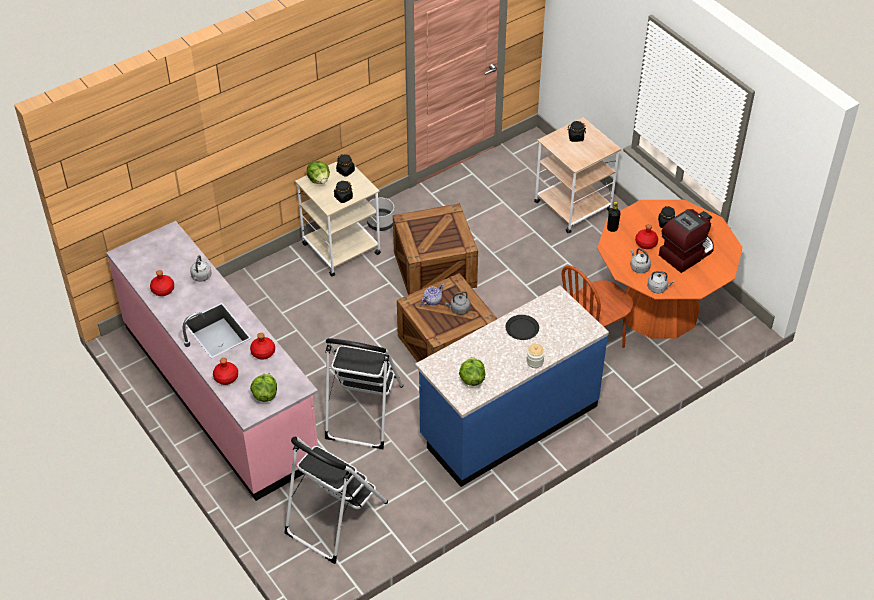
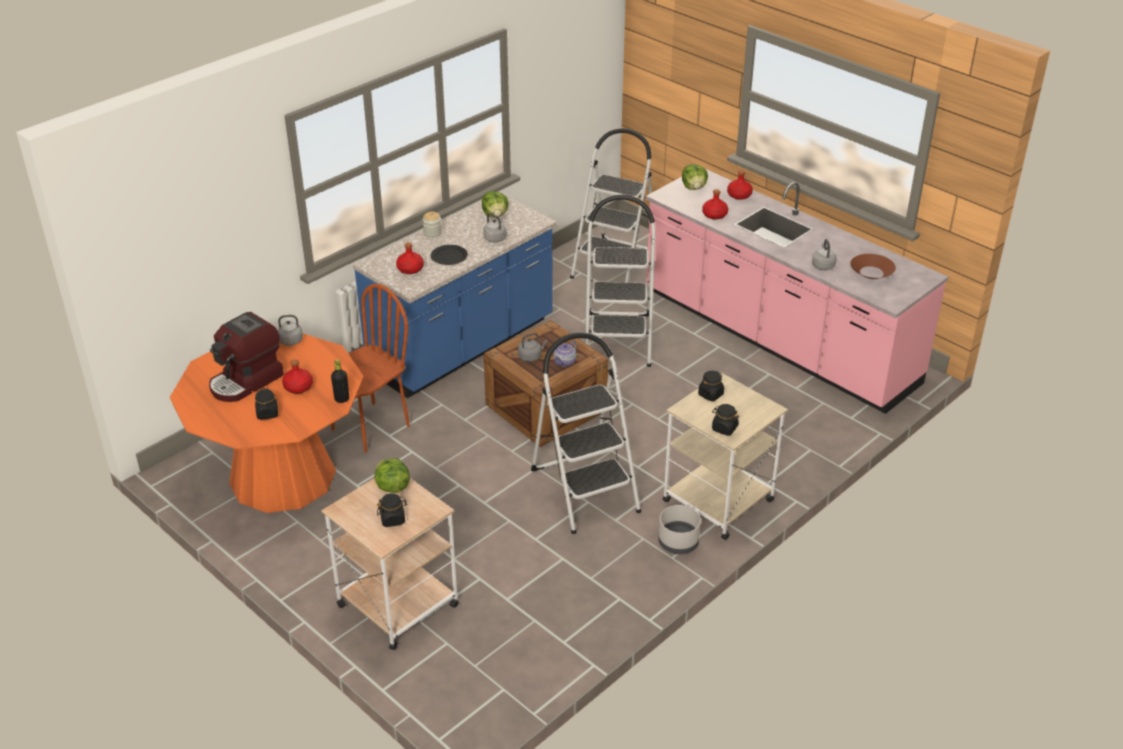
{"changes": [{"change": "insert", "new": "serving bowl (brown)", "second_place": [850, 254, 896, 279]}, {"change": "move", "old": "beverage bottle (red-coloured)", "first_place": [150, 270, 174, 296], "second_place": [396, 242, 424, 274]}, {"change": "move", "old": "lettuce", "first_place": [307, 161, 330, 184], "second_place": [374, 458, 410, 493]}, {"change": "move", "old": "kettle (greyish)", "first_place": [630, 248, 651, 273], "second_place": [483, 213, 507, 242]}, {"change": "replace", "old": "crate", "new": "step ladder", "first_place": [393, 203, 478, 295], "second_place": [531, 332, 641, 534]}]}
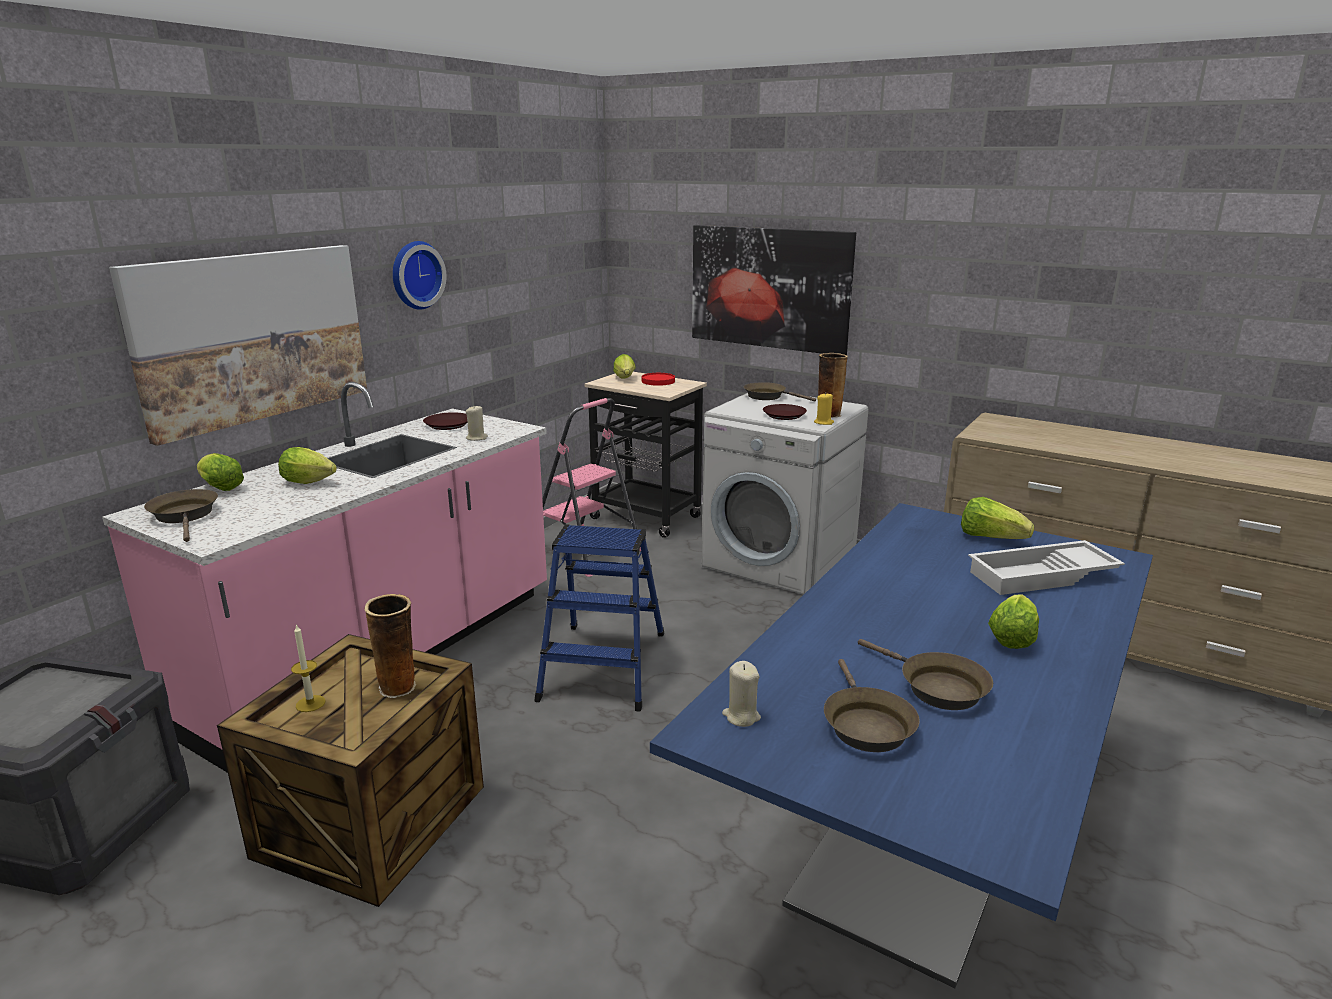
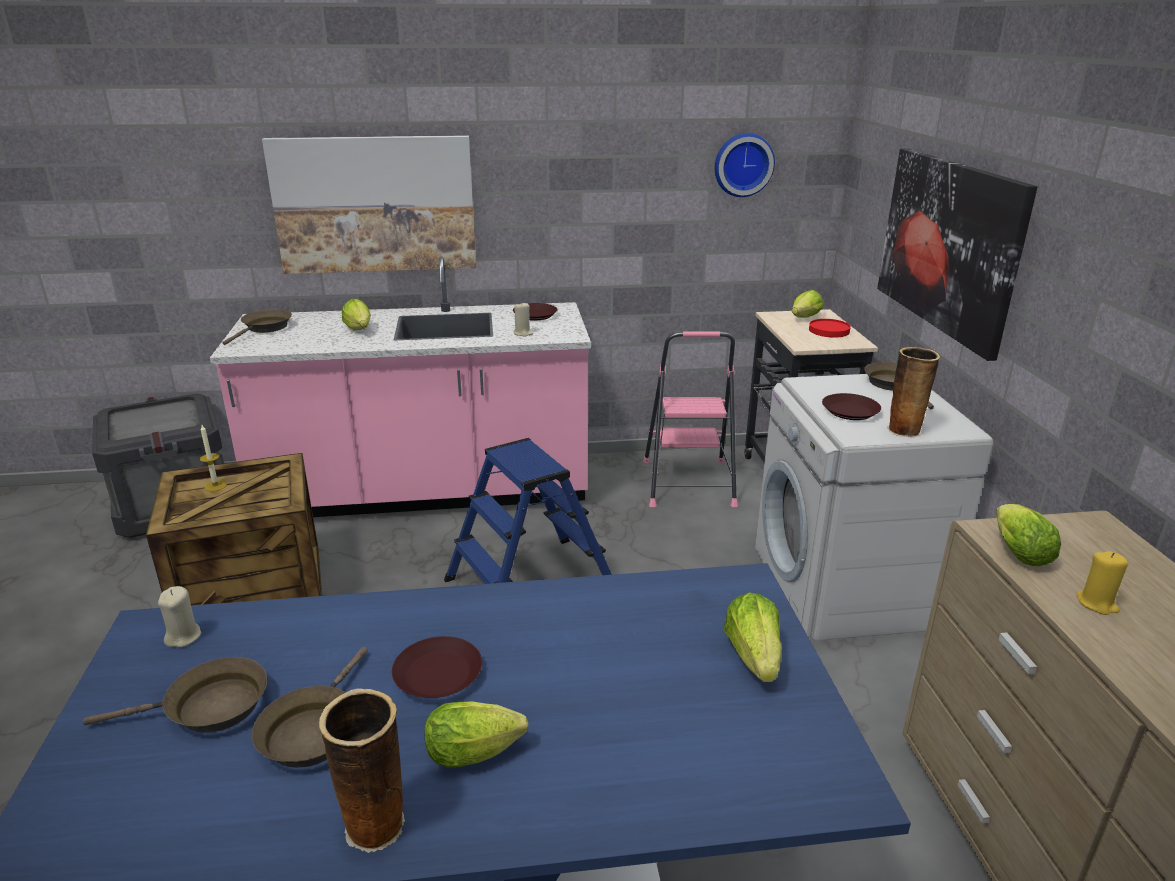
{"changes": [{"change": "delete", "old": "carrying tray (white)", "first_place": [968, 540, 1125, 595]}, {"change": "insert", "new": "plate (brown)", "second_place": [392, 636, 482, 698]}, {"change": "move", "old": "lettuce", "first_place": [197, 453, 244, 491], "second_place": [996, 504, 1061, 566]}, {"change": "move", "old": "decorative vase", "first_place": [365, 594, 416, 698], "second_place": [319, 688, 405, 853]}, {"change": "move", "old": "hanging clock", "first_place": [393, 241, 446, 310], "second_place": [715, 133, 775, 197]}, {"change": "move", "old": "wax candle (yellow)", "first_place": [814, 393, 834, 425], "second_place": [1076, 551, 1128, 615]}, {"change": "rotate", "old": "pan (brown)", "first_place": [824, 659, 920, 752], "second_place": [83, 657, 267, 733], "degrees": -150}]}
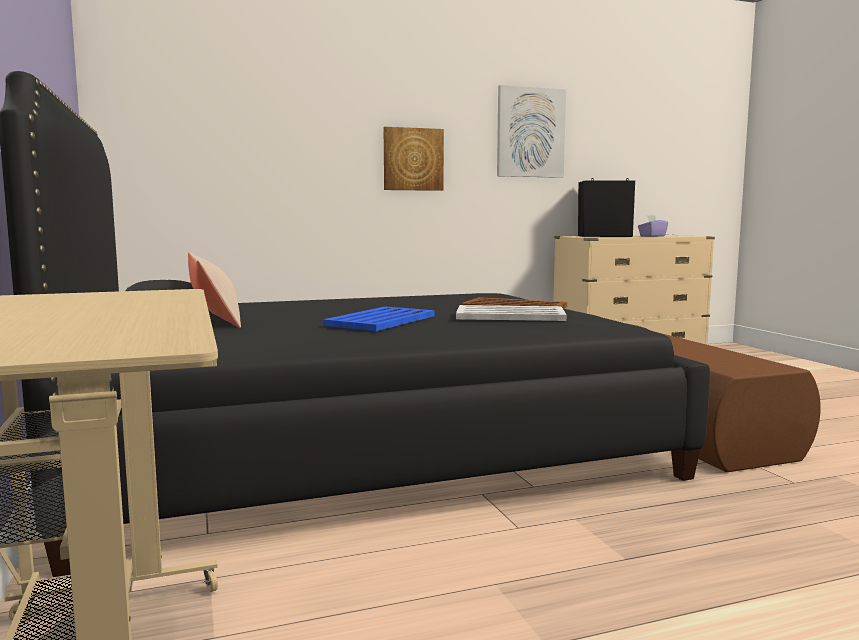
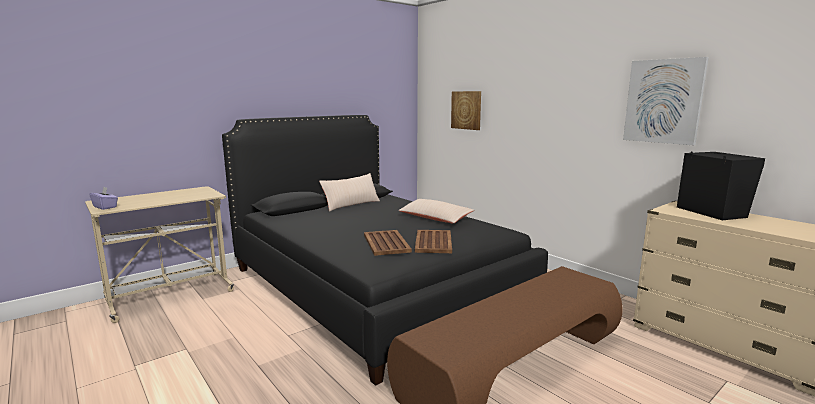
{"changes": [{"change": "delete", "old": "carrying tray (bluish)", "first_place": [323, 307, 434, 331]}, {"change": "insert", "new": "cushion (sand-coloured)", "second_place": [399, 199, 474, 223]}, {"change": "move", "old": "wall picture", "first_place": [384, 127, 444, 191], "second_place": [451, 91, 481, 130]}, {"change": "move", "old": "box of tissues (purple-coloured)", "first_place": [638, 215, 668, 237], "second_place": [89, 187, 118, 210]}, {"change": "recolor", "old": "carrying tray (white)", "new": "carrying tray (brown)", "first_place": [456, 305, 567, 321], "second_place": [364, 230, 412, 256]}]}
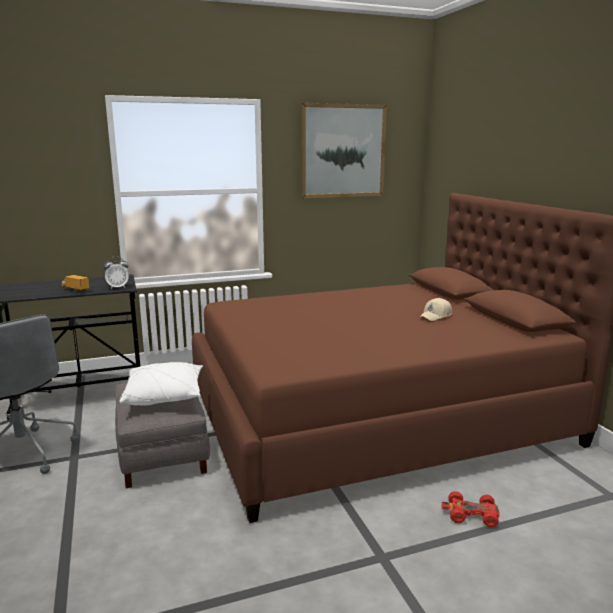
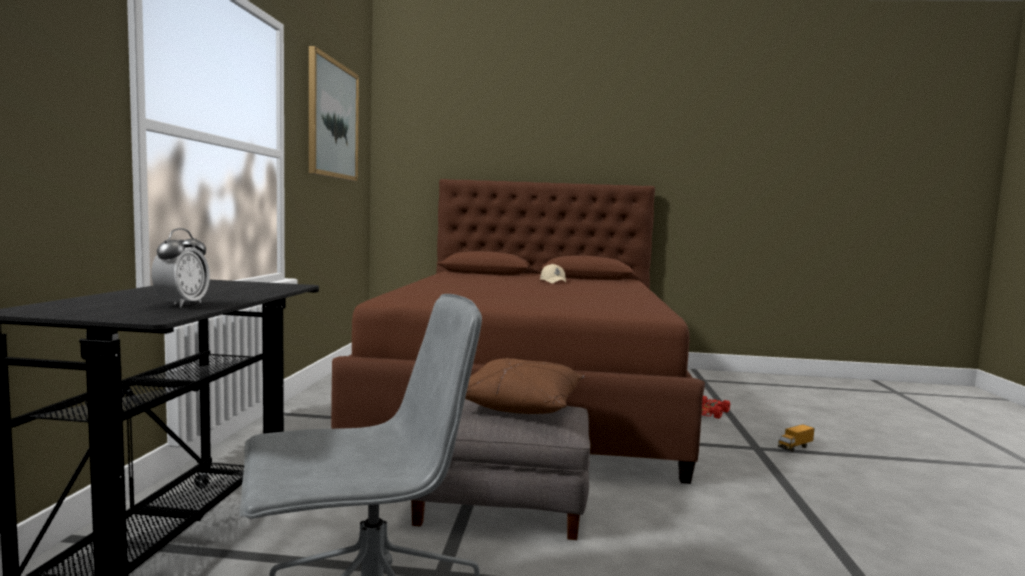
{"changes": [{"change": "move", "old": "model truck", "first_place": [61, 275, 90, 293], "second_place": [778, 424, 814, 452]}, {"change": "move", "old": "bedside clock", "first_place": [103, 257, 129, 289], "second_place": [151, 228, 210, 308]}, {"change": "recolor", "old": "cushion (white)", "new": "cushion (brown)", "first_place": [119, 362, 203, 405], "second_place": [465, 358, 585, 414]}]}
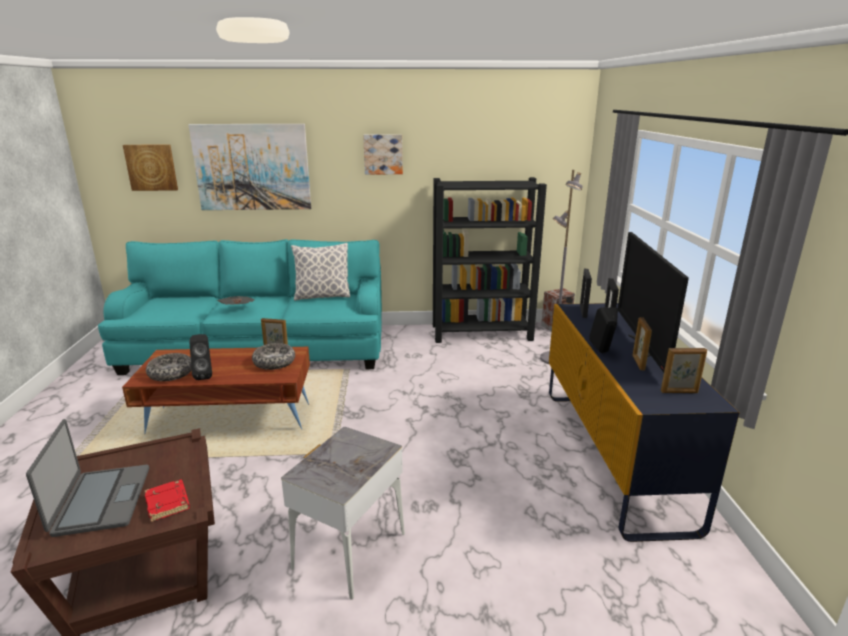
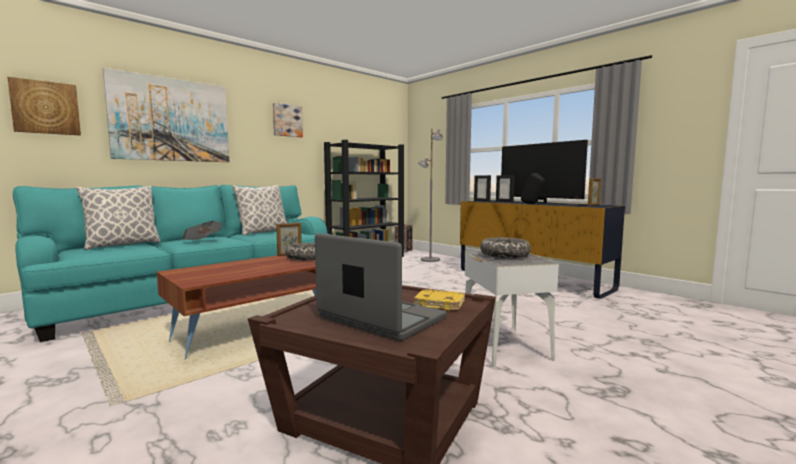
{"changes": [{"change": "delete", "old": "loudspeaker (black)", "first_place": [189, 334, 212, 380]}, {"change": "delete", "old": "photo frame", "first_place": [633, 317, 652, 371]}, {"change": "insert", "new": "cushion", "second_place": [76, 186, 160, 250]}, {"change": "move", "old": "serving bowl", "first_place": [146, 353, 192, 381], "second_place": [480, 237, 531, 258]}, {"change": "recolor", "old": "volume (red-coloured)", "new": "volume (yellow)", "first_place": [145, 479, 190, 522], "second_place": [413, 289, 465, 310]}]}
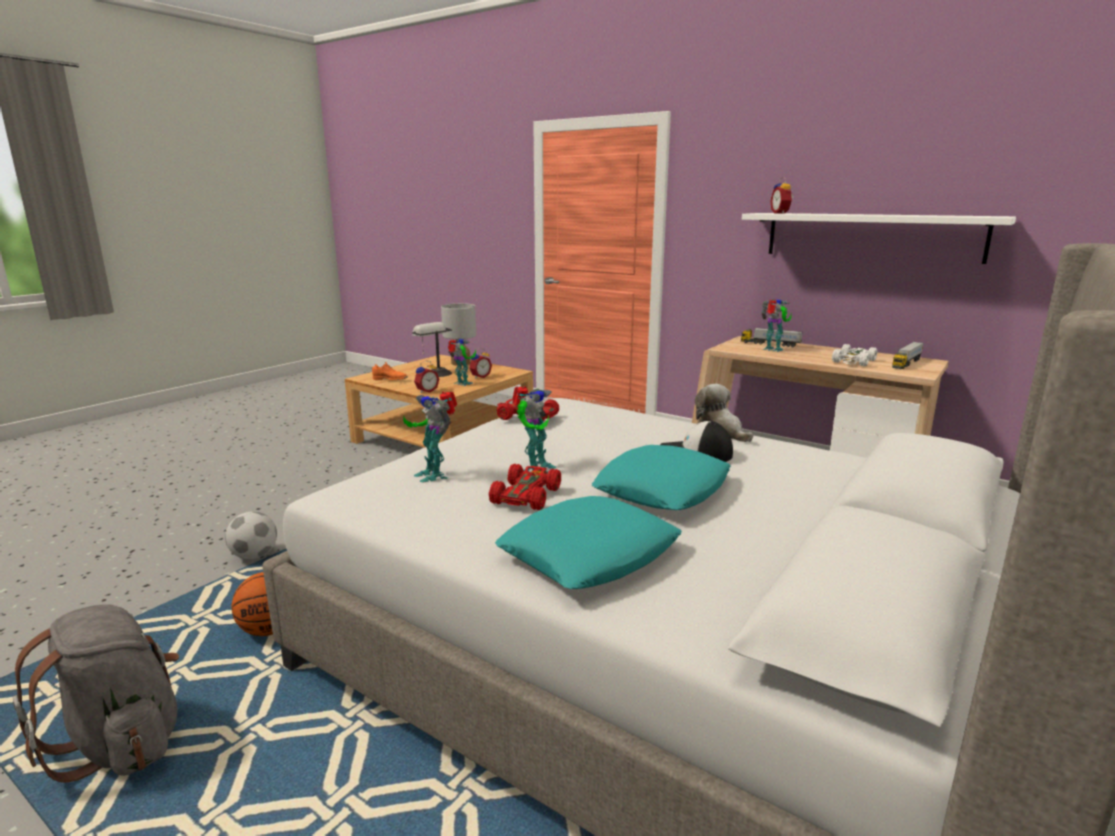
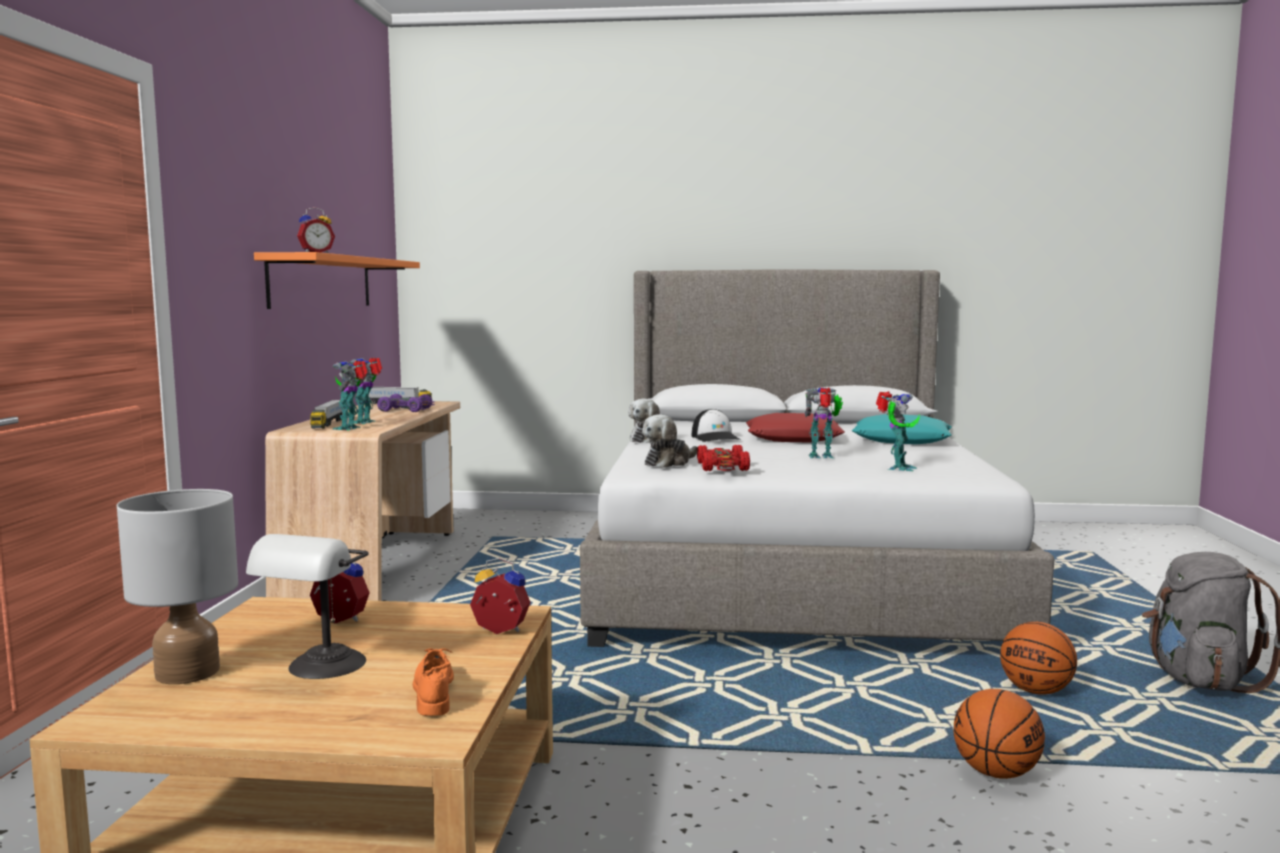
{"changes": [{"change": "delete", "old": "miniature car (red-coloured)", "first_place": [489, 464, 561, 510]}, {"change": "insert", "new": "plush toy", "second_place": [642, 414, 698, 468]}, {"change": "move", "old": "model robot", "first_place": [448, 338, 476, 386], "second_place": [332, 360, 368, 431]}, {"change": "replace", "old": "football", "new": "ball for basketball", "first_place": [225, 511, 277, 559], "second_place": [953, 689, 1045, 779]}, {"change": "recolor", "old": "cushion (turquoise)", "new": "cushion (red-coloured)", "first_place": [592, 445, 731, 510], "second_place": [746, 413, 845, 443]}, {"change": "recolor", "old": "bracket shelf (white)", "new": "bracket shelf (orangey)", "first_place": [742, 213, 1016, 264], "second_place": [254, 252, 420, 309]}, {"change": "recolor", "old": "miniature car (white)", "new": "miniature car (purple-coloured)", "first_place": [832, 344, 877, 366], "second_place": [377, 394, 435, 412]}]}
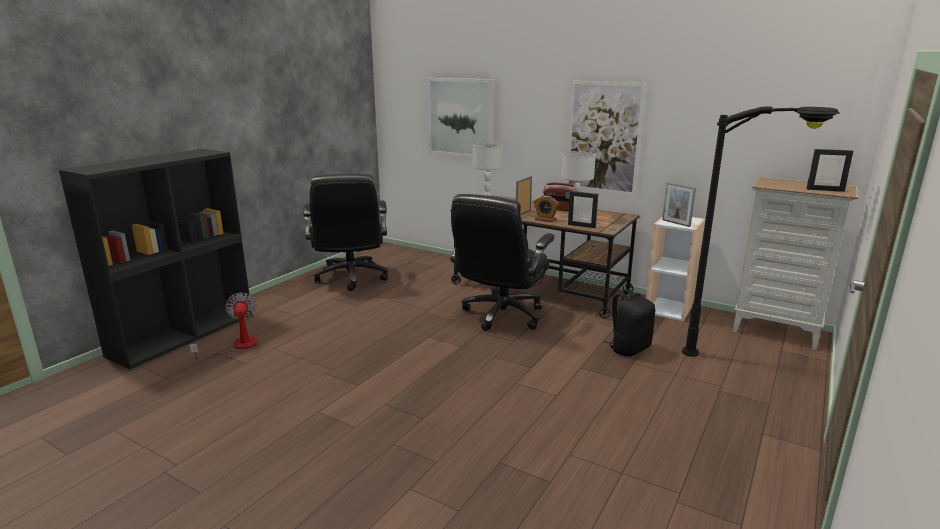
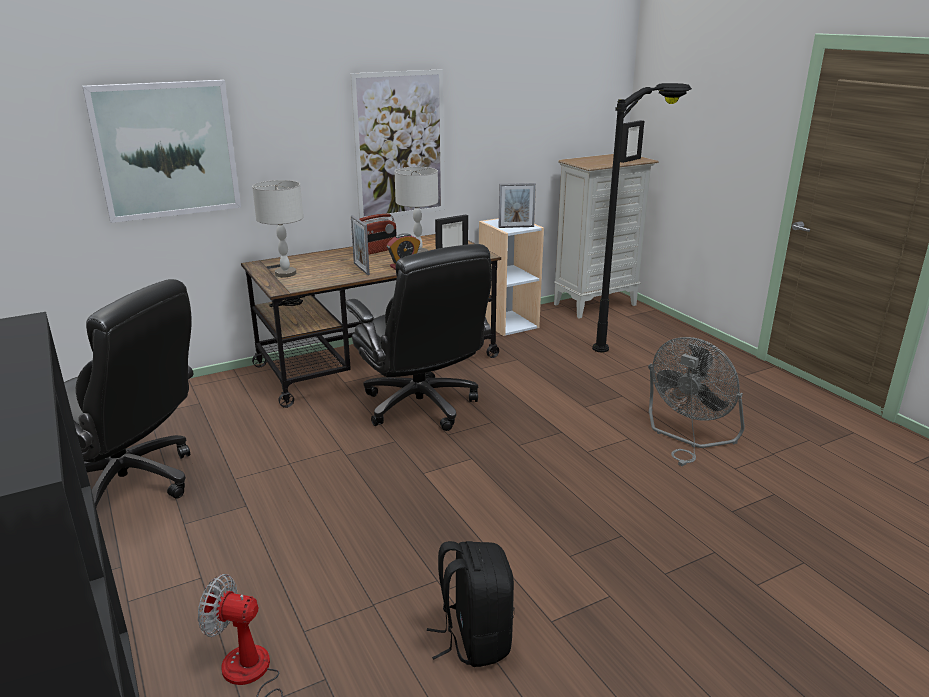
{"changes": [{"change": "insert", "new": "cooling fan (greyish)", "second_place": [648, 337, 745, 466]}, {"change": "move", "old": "backpack (black)", "first_place": [604, 289, 656, 357], "second_place": [427, 541, 514, 667]}]}
